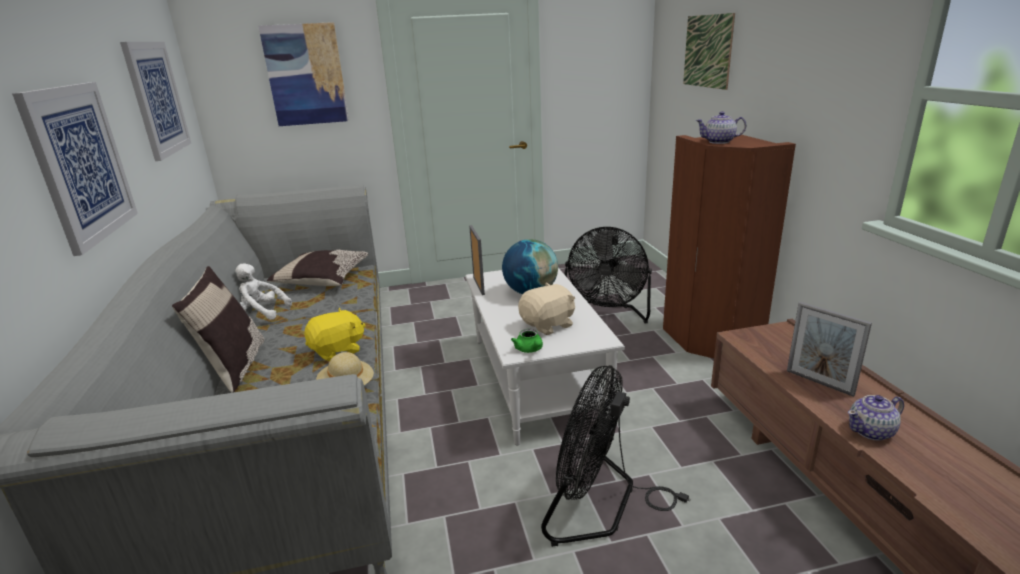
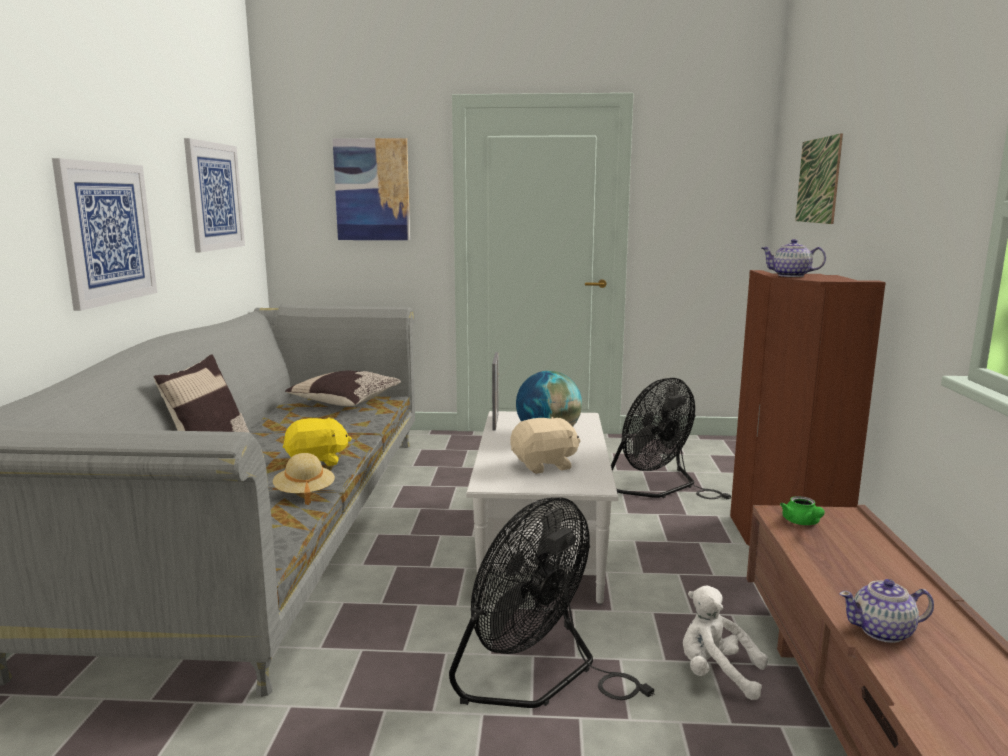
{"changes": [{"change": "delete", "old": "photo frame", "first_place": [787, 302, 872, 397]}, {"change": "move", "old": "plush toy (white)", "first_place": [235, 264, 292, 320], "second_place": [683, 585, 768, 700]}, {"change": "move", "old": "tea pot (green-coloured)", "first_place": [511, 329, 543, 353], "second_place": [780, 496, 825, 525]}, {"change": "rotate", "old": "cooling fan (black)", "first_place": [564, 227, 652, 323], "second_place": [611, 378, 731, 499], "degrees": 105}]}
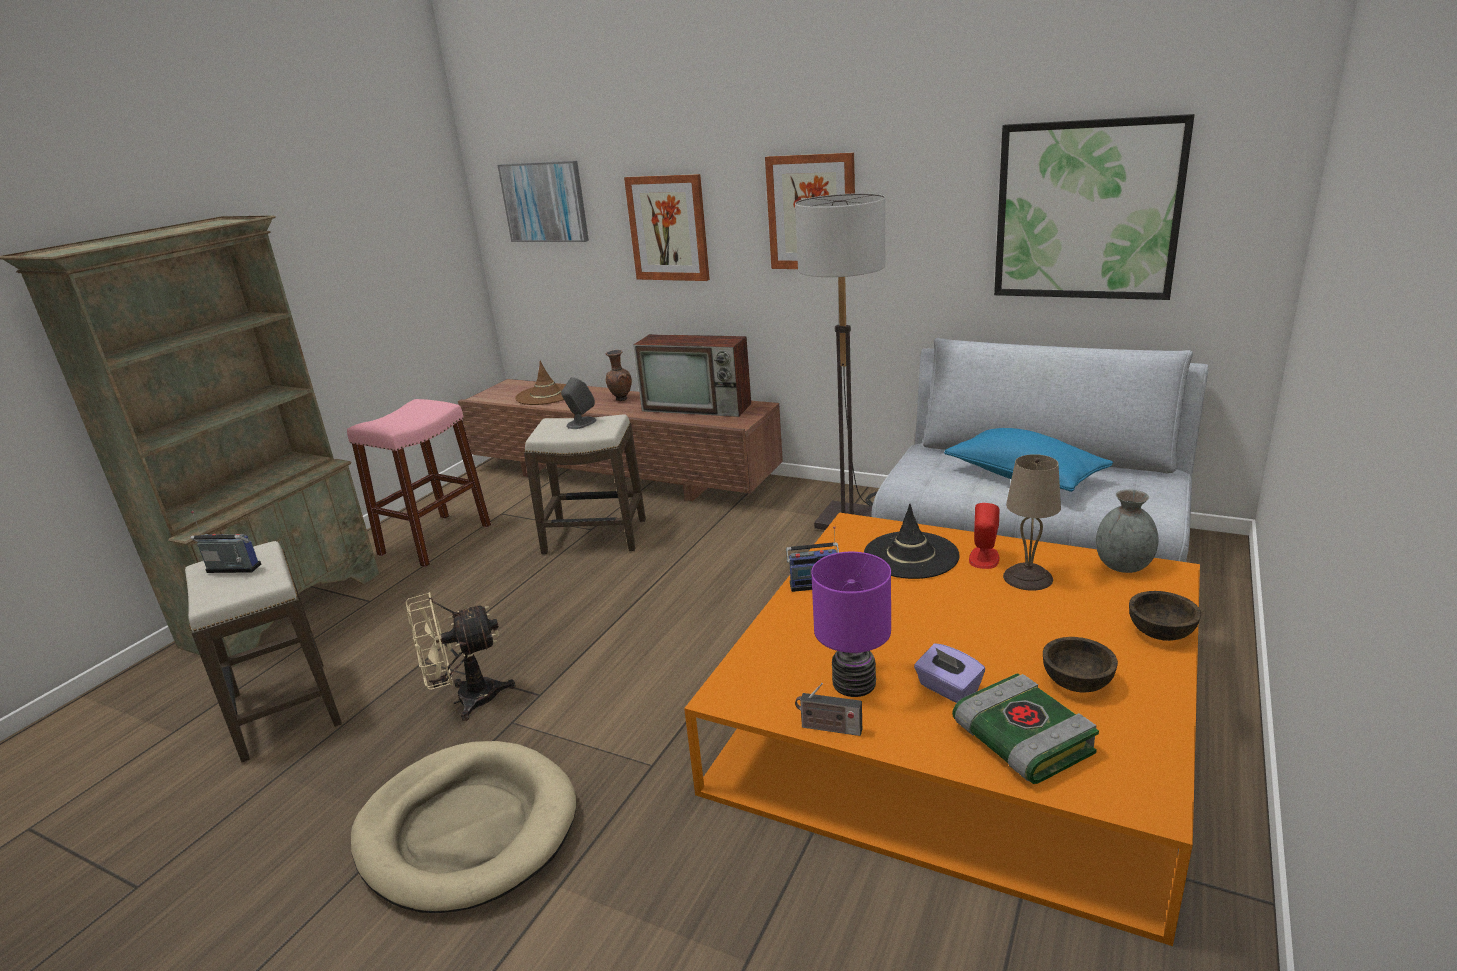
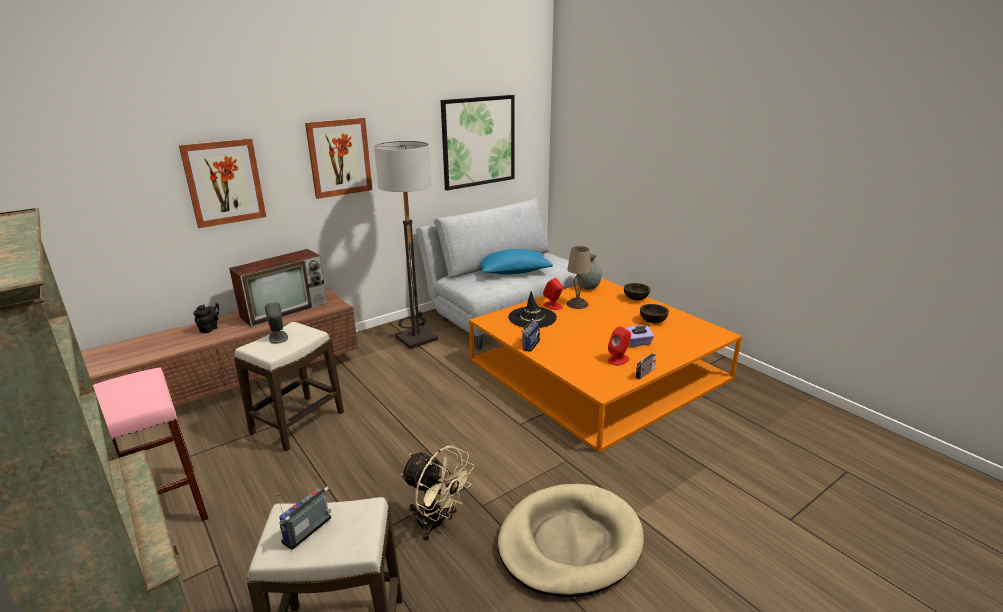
{"changes": [{"change": "delete", "old": "wall picture", "first_place": [498, 161, 589, 242]}, {"change": "delete", "old": "wearable hat (brown)", "first_place": [515, 361, 566, 405]}, {"change": "delete", "old": "volume", "first_place": [952, 673, 1099, 784]}, {"change": "replace", "old": "decorative vase (brown)", "new": "tea pot (black)", "first_place": [606, 350, 632, 401], "second_place": [193, 303, 219, 333]}, {"change": "replace", "old": "tabletop lamp (purple-coloured)", "new": "loudspeaker (red-coloured)", "first_place": [811, 552, 891, 697], "second_place": [608, 327, 631, 366]}, {"change": "rotate", "old": "cooling fan (sand-coloured)", "first_place": [406, 592, 515, 721], "second_place": [400, 446, 474, 541], "degrees": -60}]}
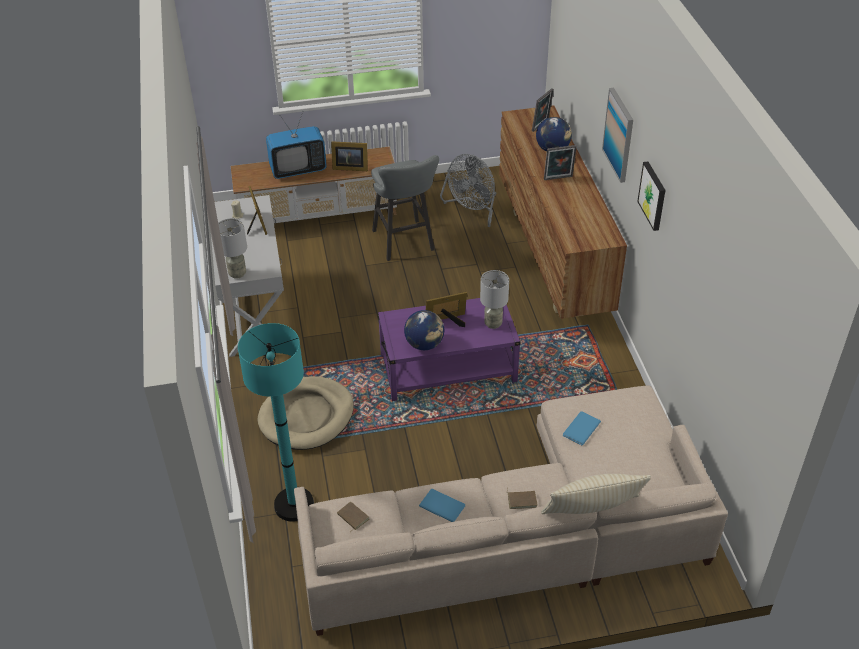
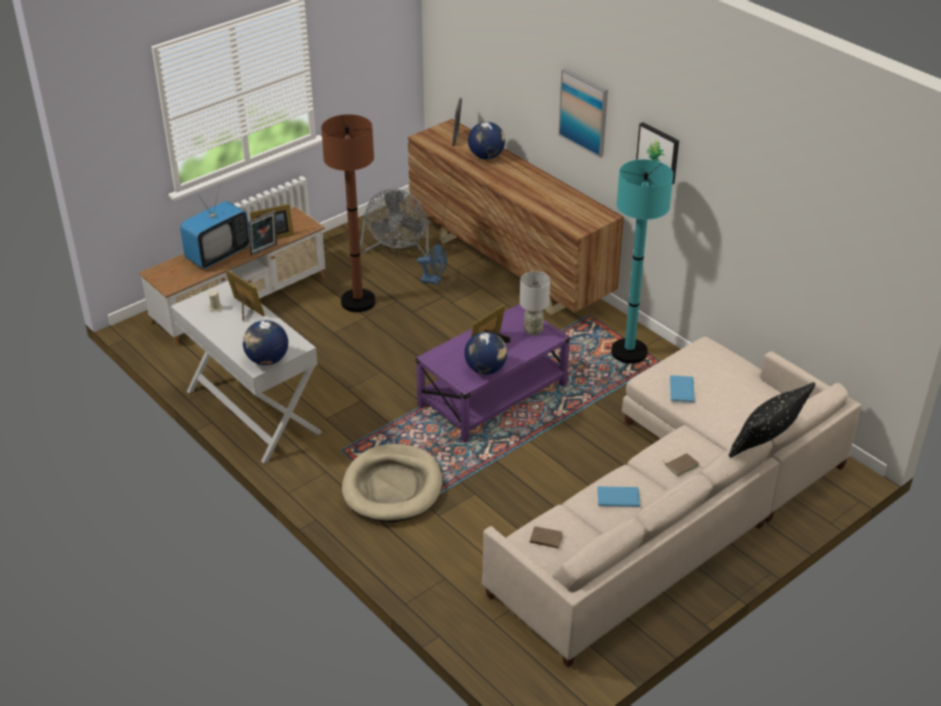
{"changes": [{"change": "insert", "new": "cooling fan (bluish)", "second_place": [417, 243, 447, 284]}, {"change": "move", "old": "standing lamp (turquoise)", "first_place": [238, 323, 314, 522], "second_place": [611, 159, 673, 364]}, {"change": "move", "old": "photo frame", "first_place": [544, 145, 577, 180], "second_place": [248, 211, 277, 255]}, {"change": "replace", "old": "tabletop lamp (greyish)", "new": "world globe", "first_place": [218, 218, 247, 279], "second_place": [243, 320, 288, 365]}, {"change": "replace", "old": "stool (greyish)", "new": "standing lamp (brown)", "first_place": [371, 155, 439, 261], "second_place": [321, 114, 376, 312]}, {"change": "recolor", "old": "cushion (sand-coloured)", "new": "cushion (black)", "first_place": [541, 474, 651, 514], "second_place": [729, 382, 815, 458]}]}
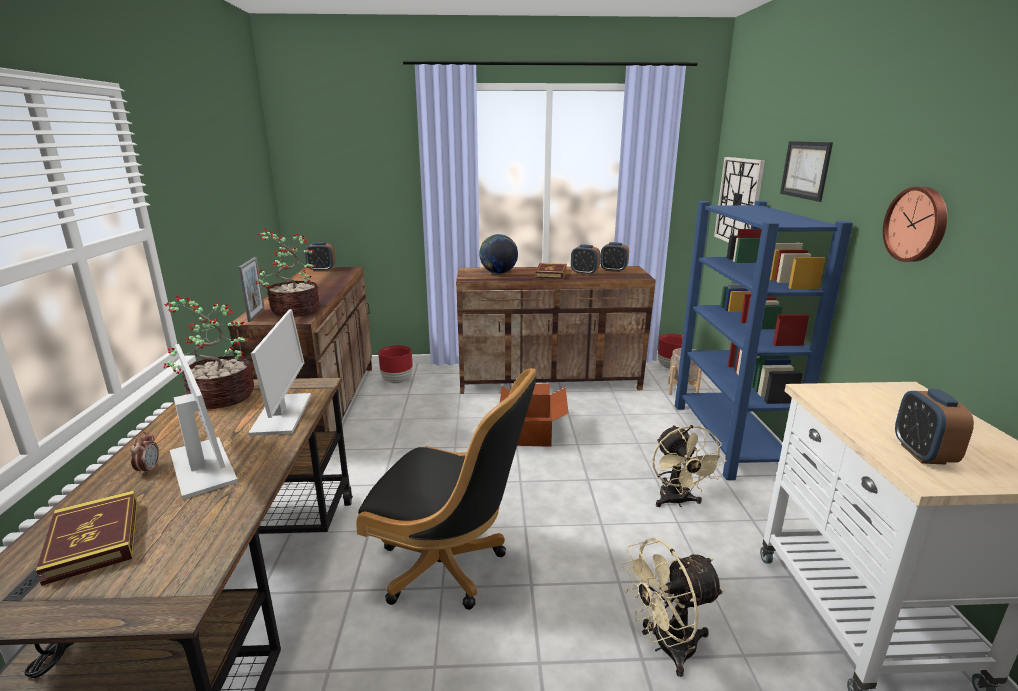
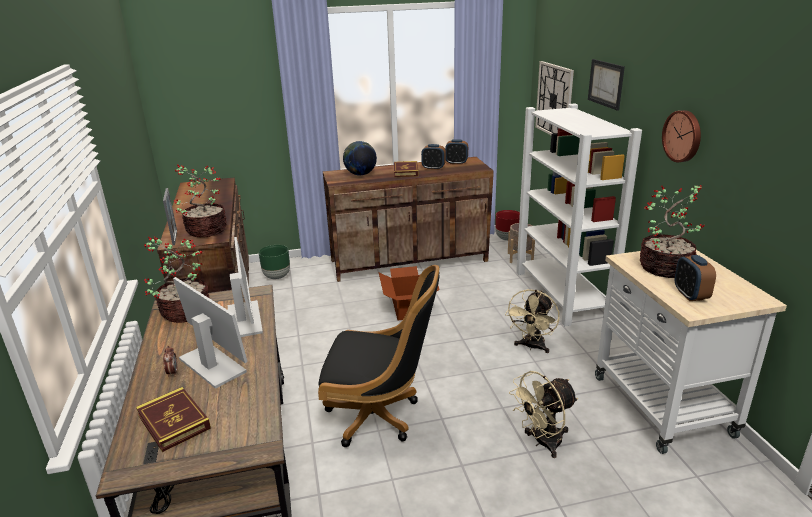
{"changes": [{"change": "delete", "old": "bedside clock", "first_place": [305, 242, 336, 271]}, {"change": "insert", "new": "potted plant", "second_place": [640, 185, 704, 278]}, {"change": "recolor", "old": "planter (red-coloured)", "new": "planter (green-coloured)", "first_place": [378, 345, 413, 384], "second_place": [259, 245, 290, 279]}, {"change": "recolor", "old": "bookcase (bluish)", "new": "bookcase (white)", "first_place": [675, 201, 853, 480], "second_place": [516, 103, 642, 326]}, {"change": "rotate", "old": "cooling fan (sand-coloured)", "first_place": [653, 425, 727, 507], "second_place": [505, 289, 560, 353], "degrees": 45}]}
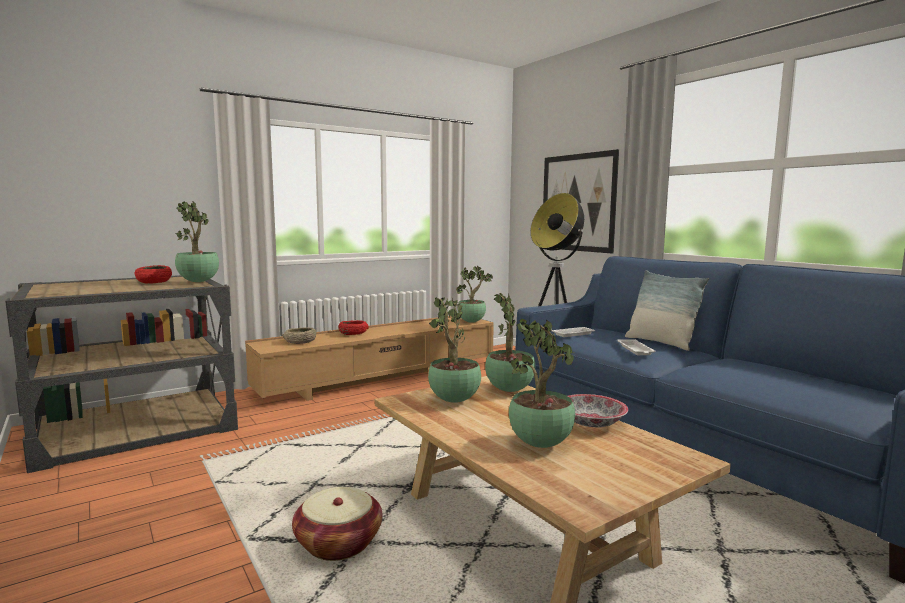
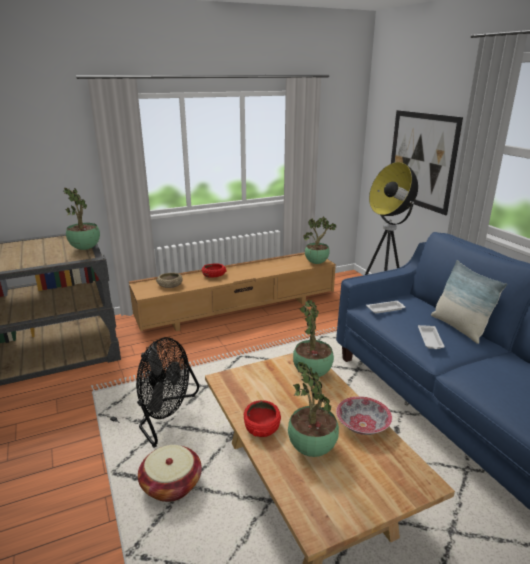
{"changes": [{"change": "delete", "old": "potted plant", "first_place": [428, 298, 481, 403]}, {"change": "insert", "new": "cooling fan (black)", "second_place": [110, 337, 199, 448]}, {"change": "move", "old": "serving bowl (red-coloured)", "first_place": [134, 265, 172, 284], "second_place": [244, 400, 281, 437]}]}
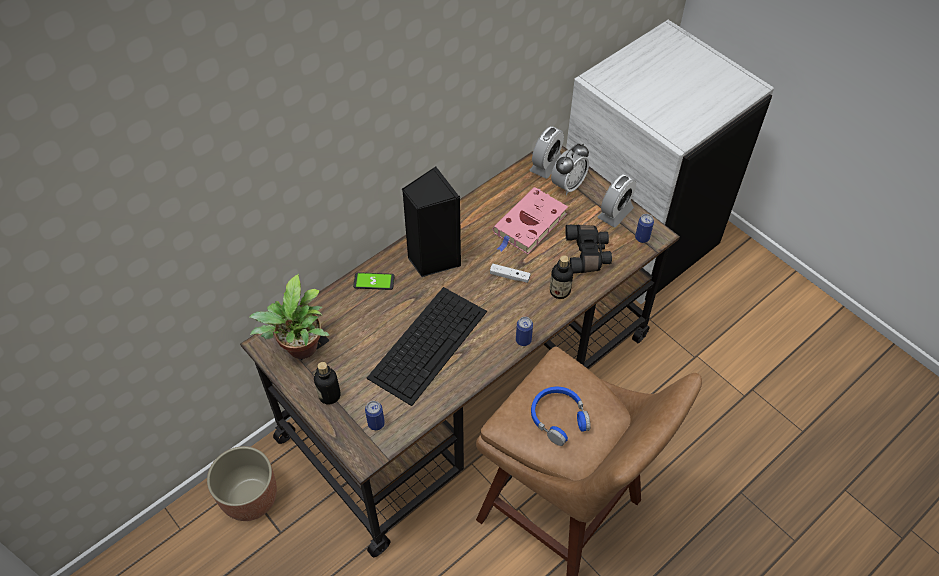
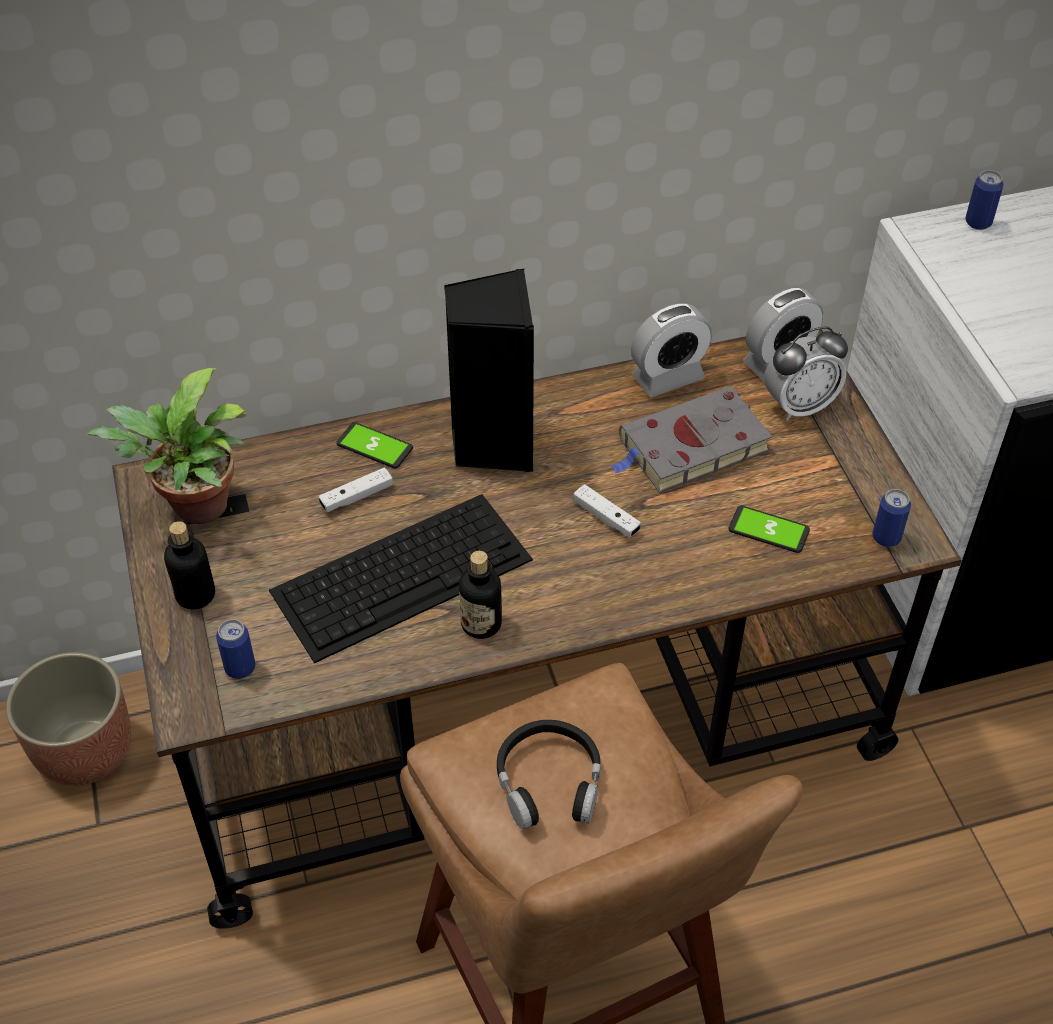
{"changes": [{"change": "insert", "new": "gamepad (white)", "second_place": [319, 468, 393, 512]}, {"change": "move", "old": "metal can", "first_place": [516, 317, 533, 346], "second_place": [965, 170, 1004, 230]}, {"change": "move", "old": "beverage bottle", "first_place": [550, 256, 573, 299], "second_place": [459, 551, 502, 639]}, {"change": "move", "old": "bedside clock", "first_place": [598, 174, 636, 227], "second_place": [631, 303, 712, 397]}, {"change": "replace", "old": "pair of binoculars (black)", "new": "handset", "first_place": [565, 225, 612, 274], "second_place": [729, 506, 810, 553]}, {"change": "recolor", "old": "volume (pink)", "new": "volume (greyish)", "first_place": [493, 187, 568, 254], "second_place": [610, 386, 772, 493]}, {"change": "recolor", "old": "headphones (bluish)", "new": "headphones (black)", "first_place": [531, 387, 591, 446], "second_place": [497, 720, 600, 830]}]}
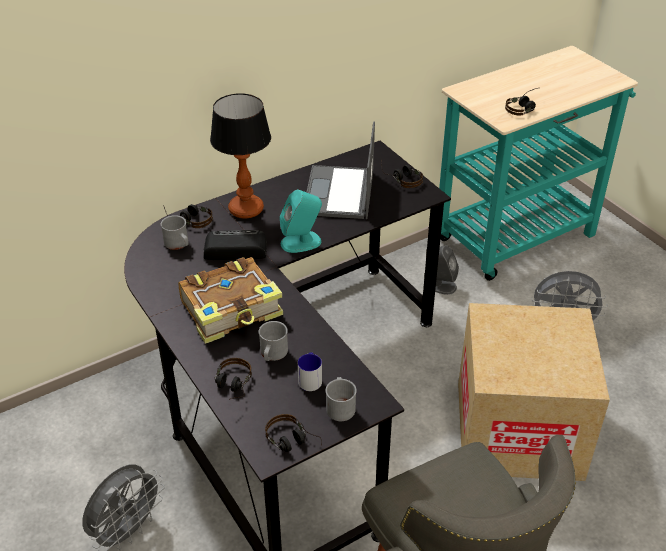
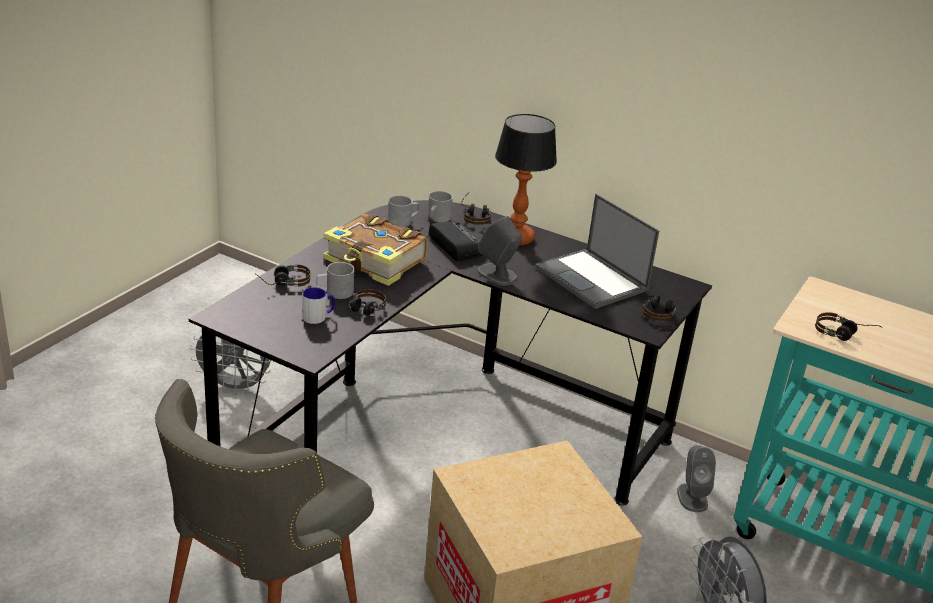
{"changes": [{"change": "move", "old": "headphones", "first_place": [265, 414, 322, 452], "second_place": [350, 289, 386, 317]}, {"change": "move", "old": "coffee mug (greyish)", "first_place": [326, 377, 357, 421], "second_place": [388, 195, 419, 228]}, {"change": "recolor", "old": "loudspeaker (turquoise)", "new": "loudspeaker (greyish)", "first_place": [280, 190, 322, 253], "second_place": [477, 216, 522, 285]}, {"change": "rotate", "old": "portable computer", "first_place": [307, 121, 375, 219], "second_place": [535, 194, 659, 309], "degrees": -105}]}
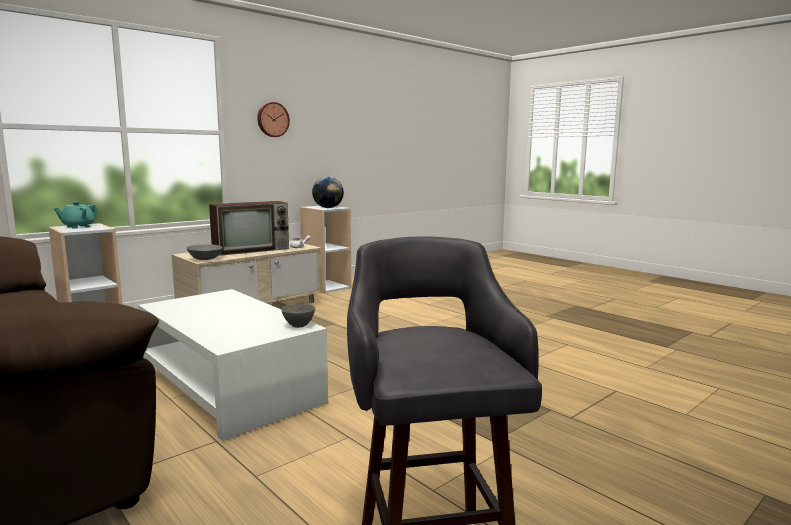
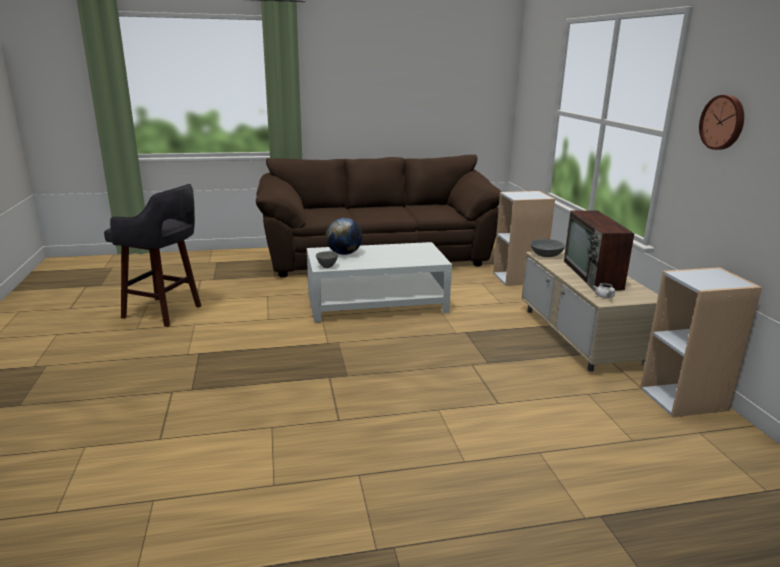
{"changes": [{"change": "delete", "old": "tea pot (turquoise)", "first_place": [54, 202, 99, 229]}, {"change": "move", "old": "world globe", "first_place": [312, 177, 344, 208], "second_place": [326, 218, 363, 255]}]}
